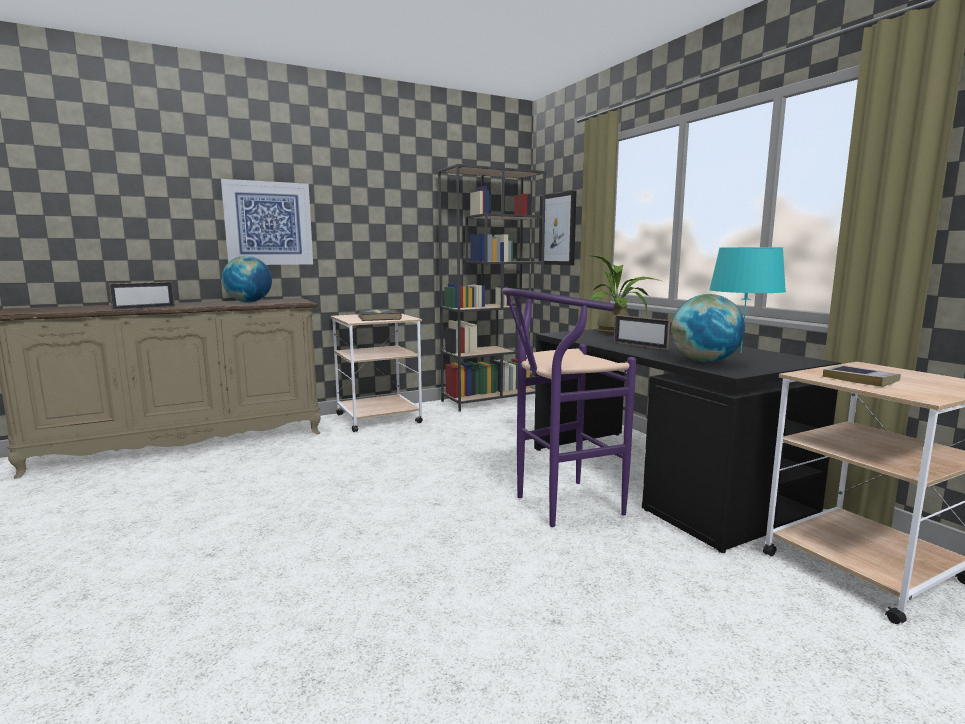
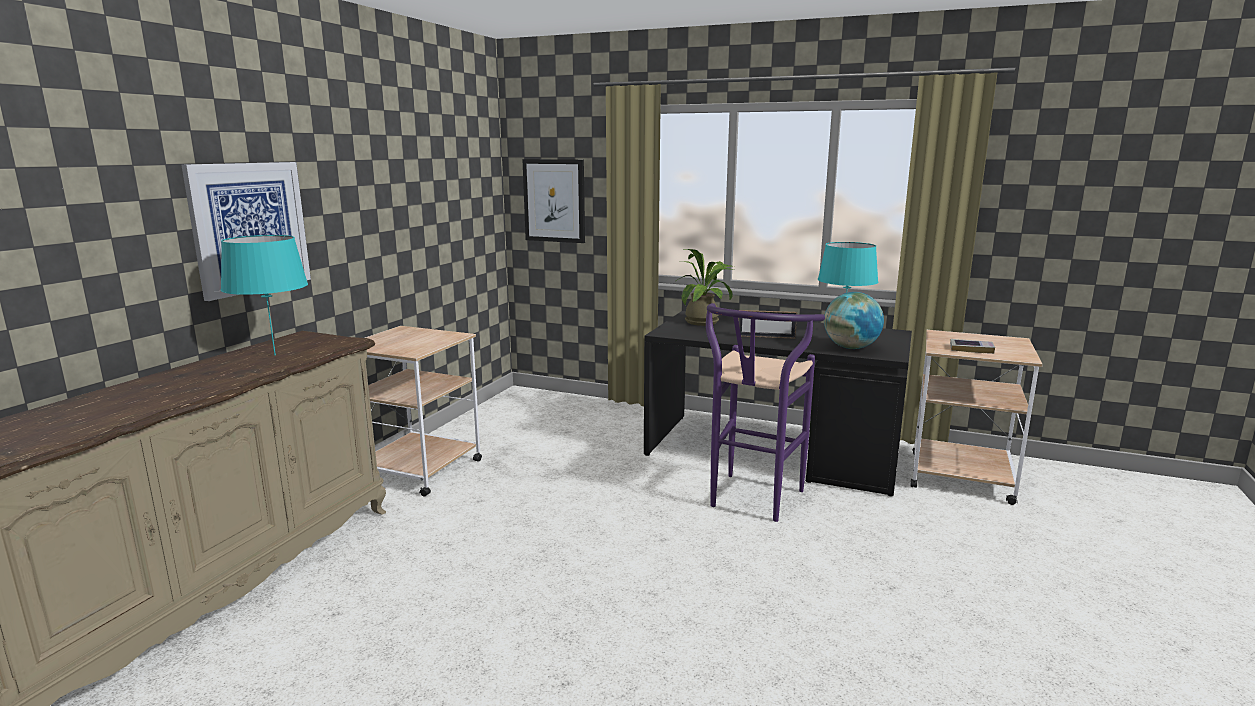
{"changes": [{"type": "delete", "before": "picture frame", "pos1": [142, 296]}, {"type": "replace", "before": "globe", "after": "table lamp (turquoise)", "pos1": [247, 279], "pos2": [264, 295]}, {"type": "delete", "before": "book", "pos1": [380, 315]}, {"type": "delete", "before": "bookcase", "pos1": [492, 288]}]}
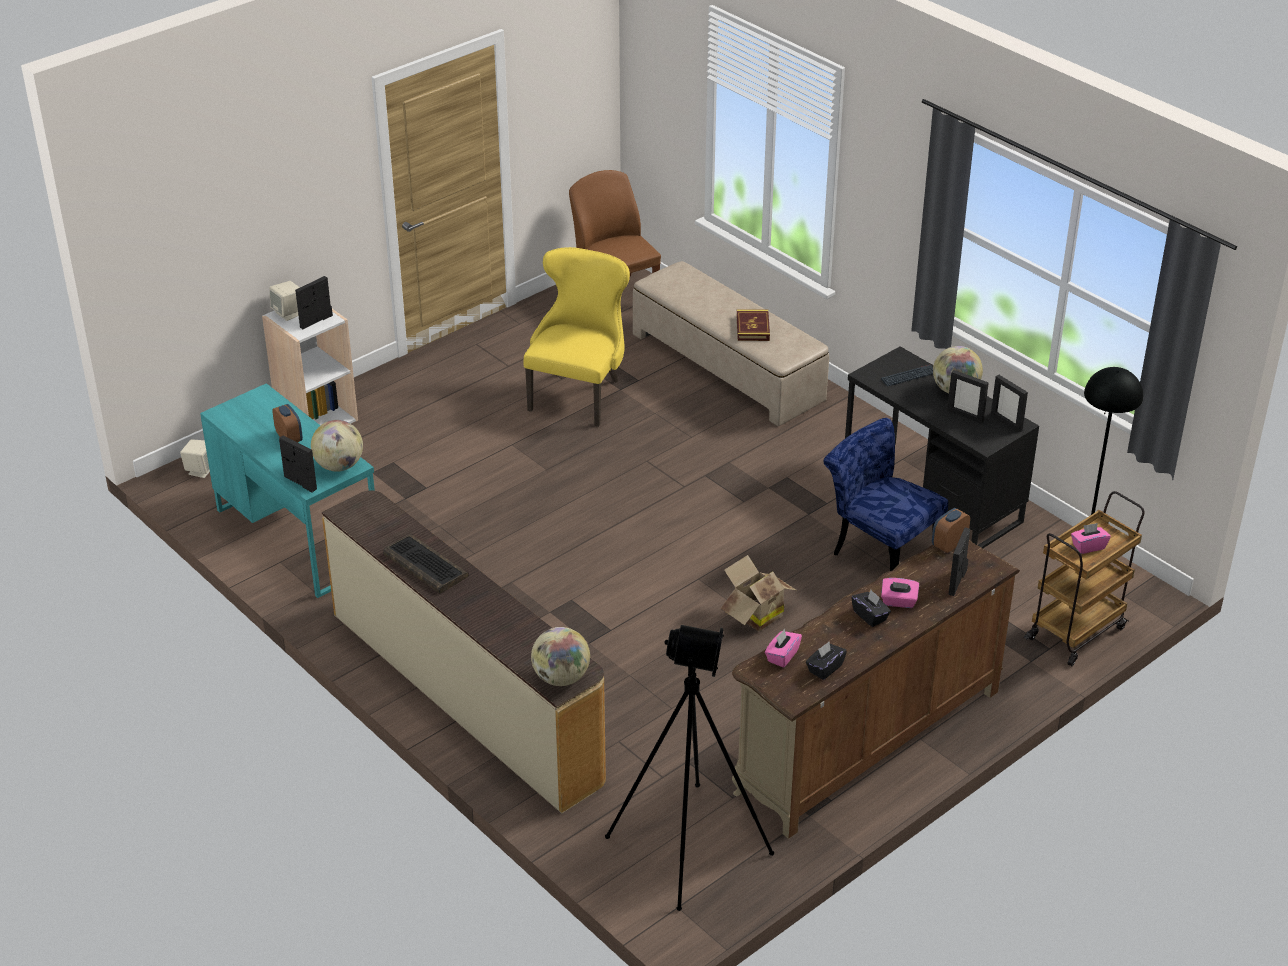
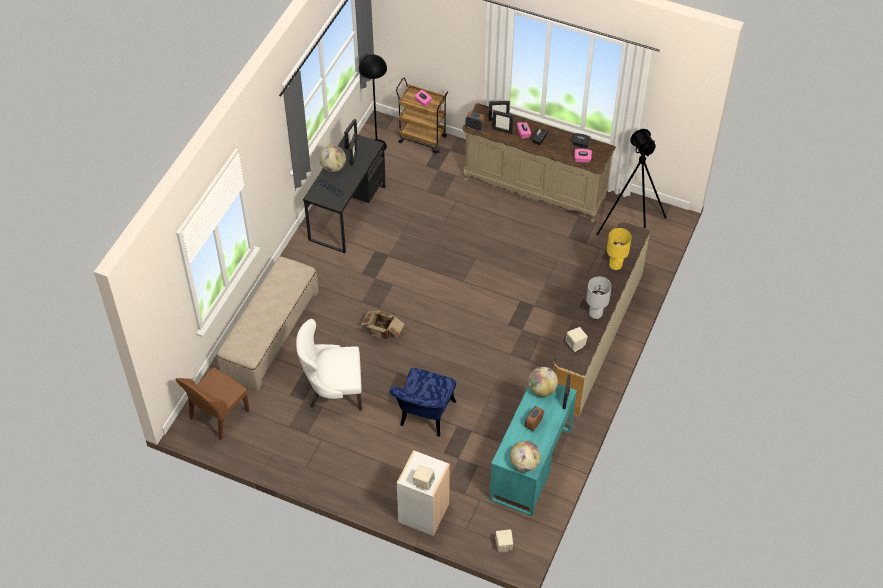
{"changes": [{"type": "move", "before": "picture frame", "pos1": [314, 302], "pos2": [502, 122]}, {"type": "replace", "before": "keyboard", "after": "table lamp (grey)", "pos1": [426, 564], "pos2": [599, 298]}, {"type": "recolor", "before": "chair (yellow)", "after": "chair (white)", "pos1": [577, 337], "pos2": [329, 365]}, {"type": "move", "before": "globe", "pos1": [560, 656], "pos2": [525, 456]}, {"type": "move", "before": "cardboard box", "pos1": [758, 593], "pos2": [382, 325]}, {"type": "delete", "before": "book", "pos1": [753, 325]}, {"type": "move", "before": "chair (blue)", "pos1": [885, 494], "pos2": [423, 402]}, {"type": "insert", "after": "speaker (beige)", "pos2": [576, 339]}, {"type": "insert", "after": "table lamp (yellow)", "pos2": [619, 249]}]}
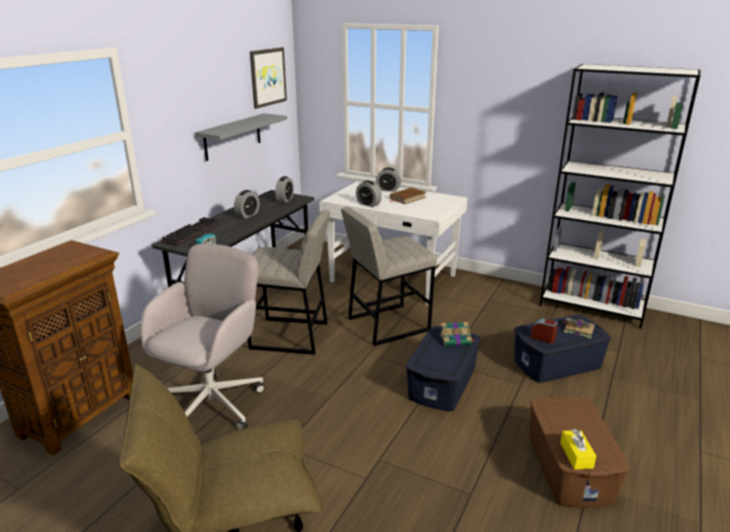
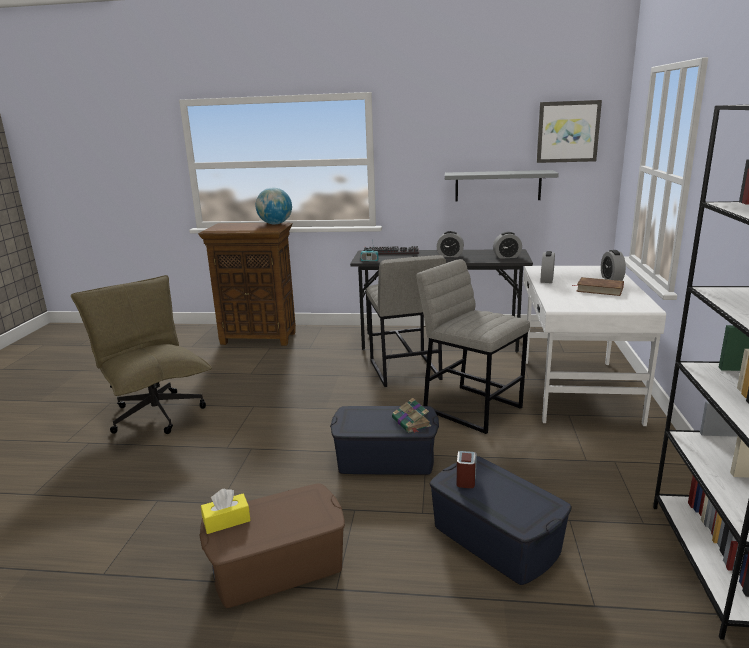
{"changes": [{"type": "delete", "before": "office chair (grey)", "pos1": [202, 337]}, {"type": "delete", "before": "book", "pos1": [578, 328]}, {"type": "insert", "after": "globe", "pos2": [273, 206]}]}
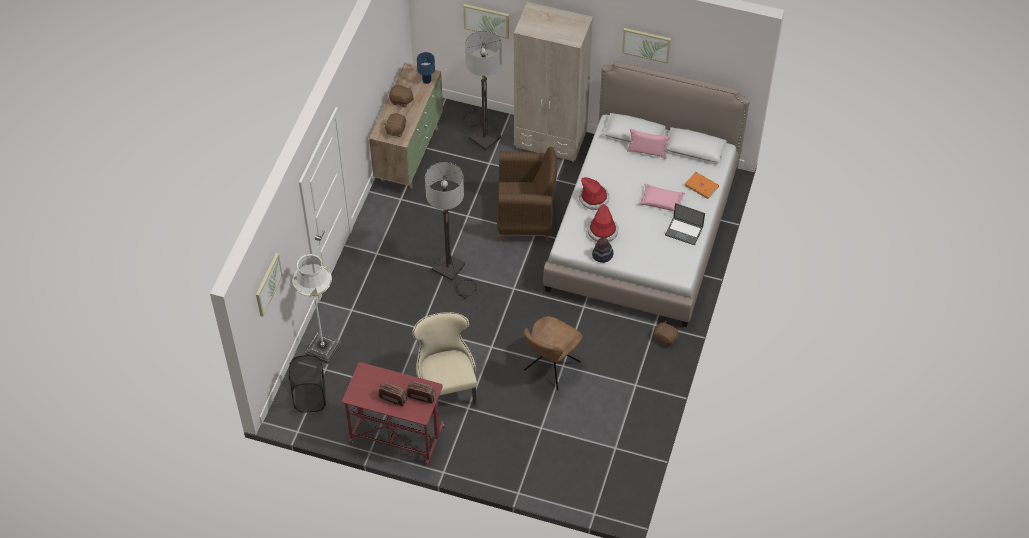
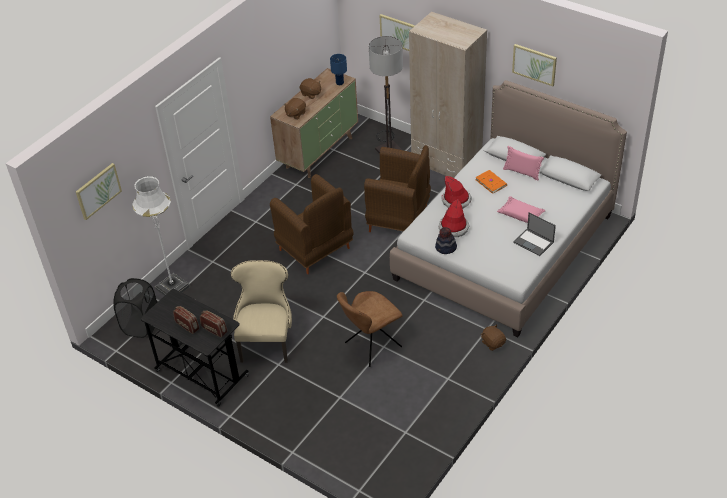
{"changes": [{"type": "recolor", "before": "desk (red)", "after": "desk (black)", "pos1": [393, 414], "pos2": [195, 348]}, {"type": "replace", "before": "floor lamp", "after": "armchair (brown)", "pos1": [451, 230], "pos2": [312, 224]}, {"type": "move", "before": "book (orange)", "pos1": [702, 185], "pos2": [491, 182]}]}
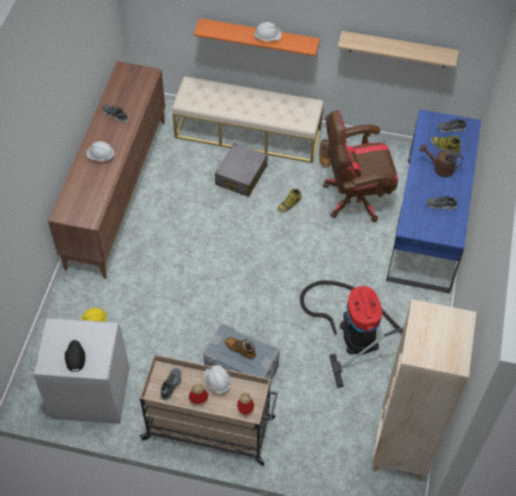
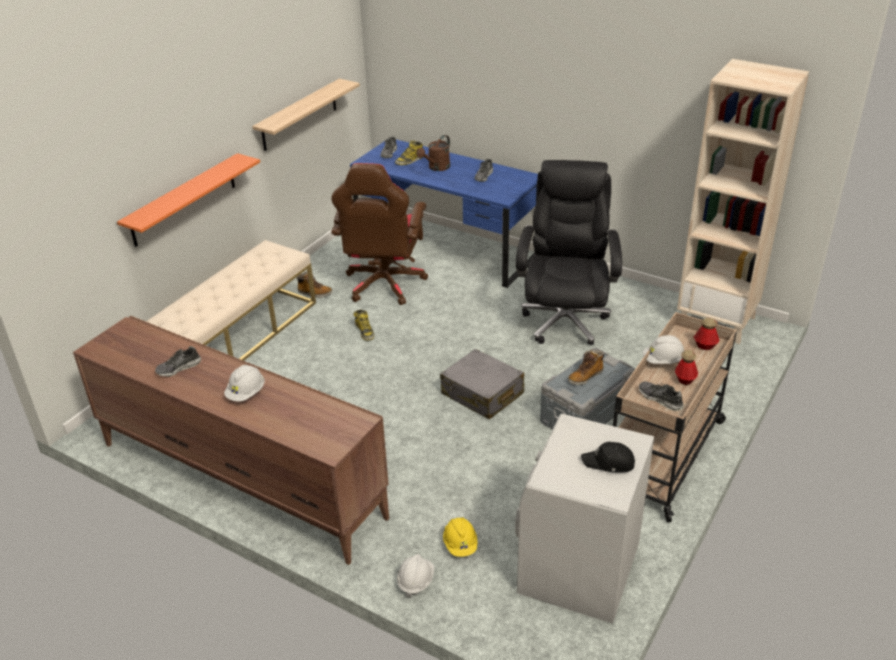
{"changes": [{"type": "move", "before": "suitcase (grey)", "pos1": [241, 170], "pos2": [482, 384]}, {"type": "move", "before": "hard hat (white)", "pos1": [268, 31], "pos2": [415, 576]}, {"type": "replace", "before": "vacuum cleaner", "after": "office chair (black)", "pos1": [352, 334], "pos2": [569, 252]}]}
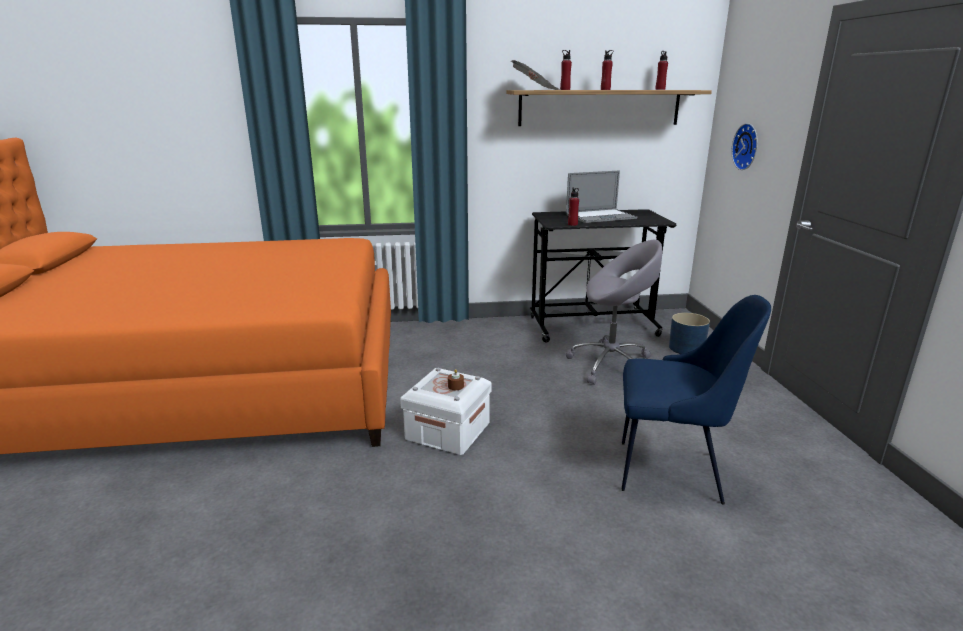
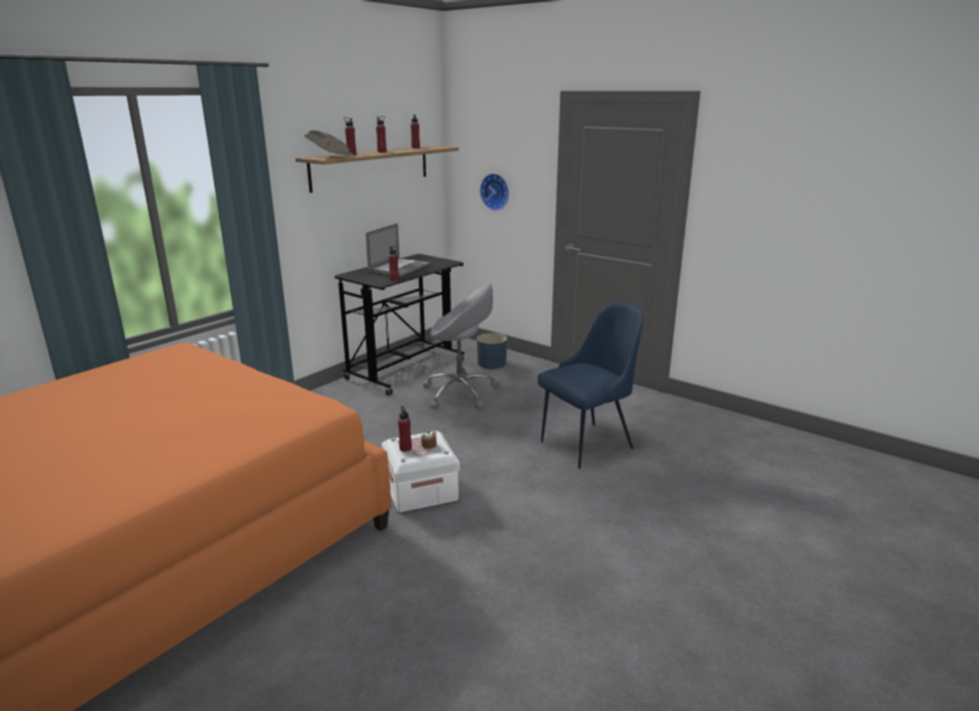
{"changes": [{"type": "rotate", "before": "office chair (grey)", "pos1": [614, 312], "pos2": [461, 346], "turn": 45}, {"type": "insert", "after": "bottle (red)", "pos2": [405, 429]}]}
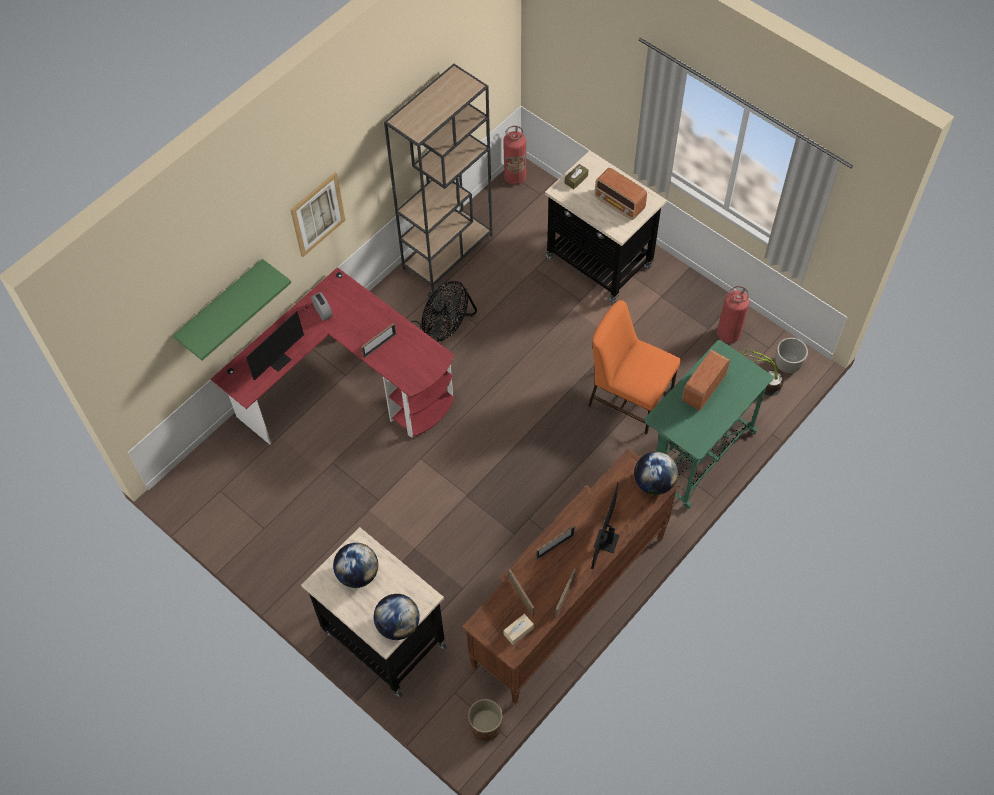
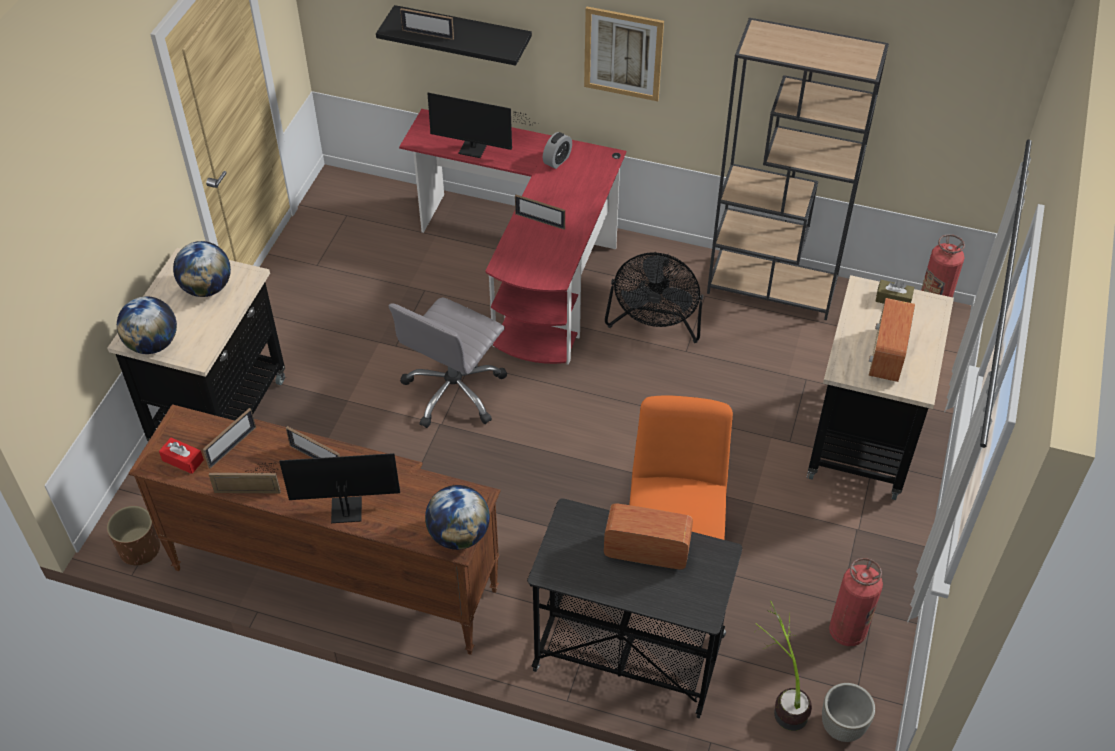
{"changes": [{"type": "recolor", "before": "shelf (green)", "after": "shelf (black)", "pos1": [232, 310], "pos2": [454, 35]}, {"type": "recolor", "before": "tissue box (beige)", "after": "tissue box (red)", "pos1": [519, 629], "pos2": [181, 456]}, {"type": "recolor", "before": "desk (green)", "after": "desk (black)", "pos1": [708, 424], "pos2": [634, 608]}, {"type": "insert", "after": "office chair (grey)", "pos2": [448, 363]}, {"type": "insert", "after": "picture frame", "pos2": [427, 24]}]}
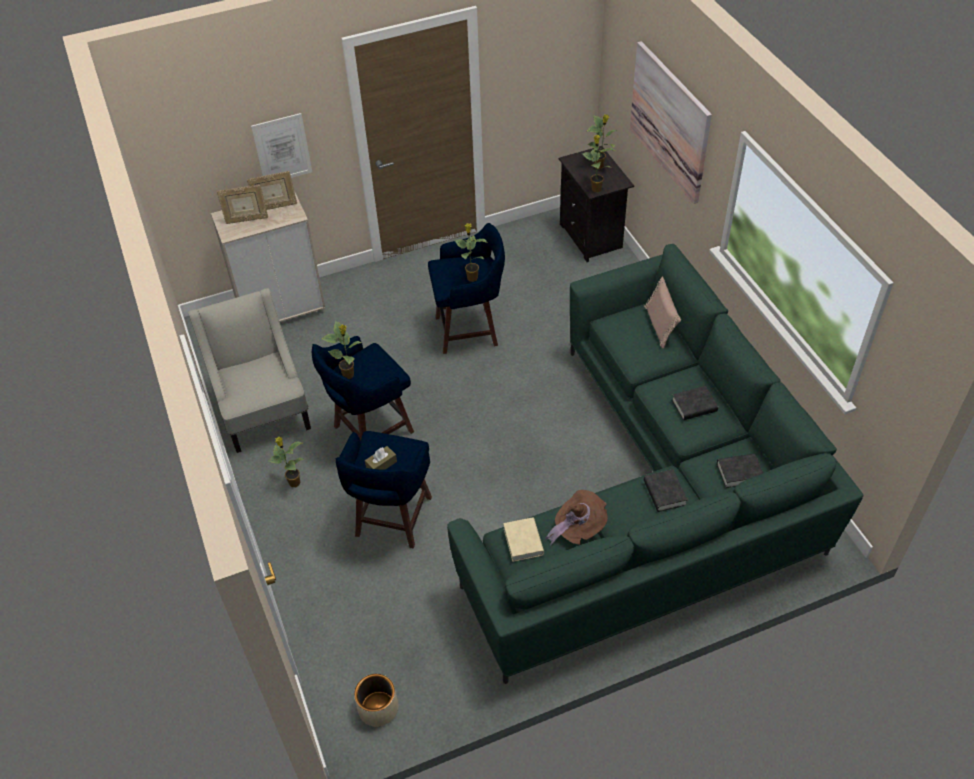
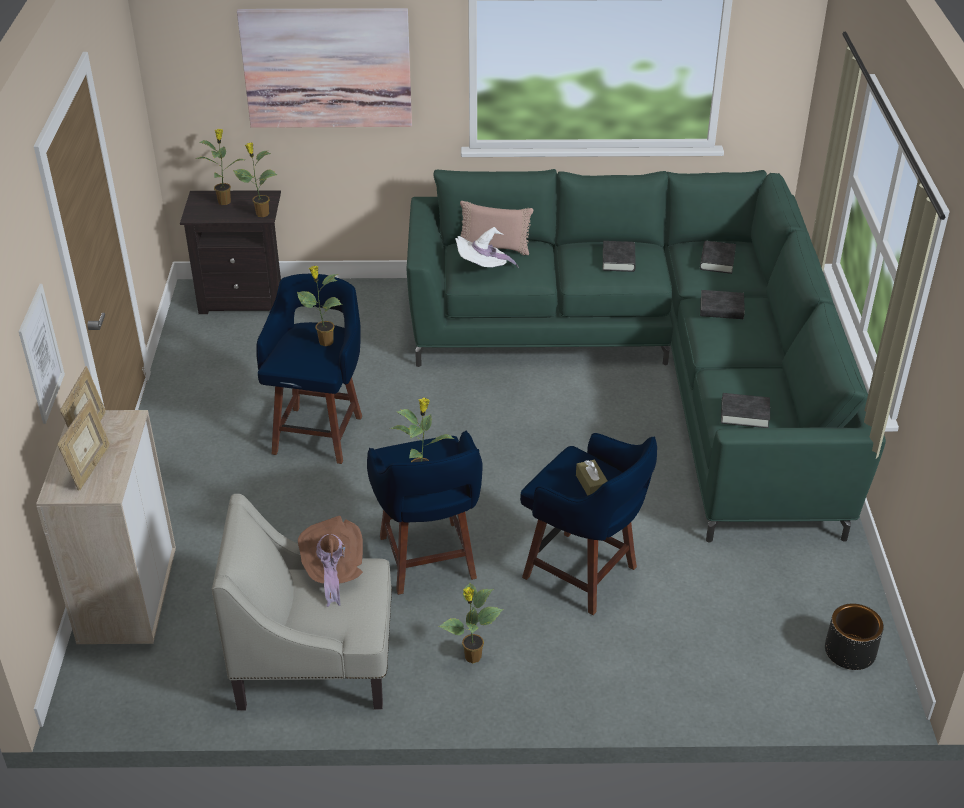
{"changes": [{"type": "recolor", "before": "planter (beige)", "after": "planter (black)", "pos1": [376, 700], "pos2": [854, 636]}, {"type": "recolor", "before": "book (beige)", "after": "book (black)", "pos1": [523, 540], "pos2": [745, 410]}, {"type": "move", "before": "hat (brown)", "pos1": [577, 517], "pos2": [330, 561]}, {"type": "insert", "after": "hat (white)", "pos2": [487, 247]}]}
